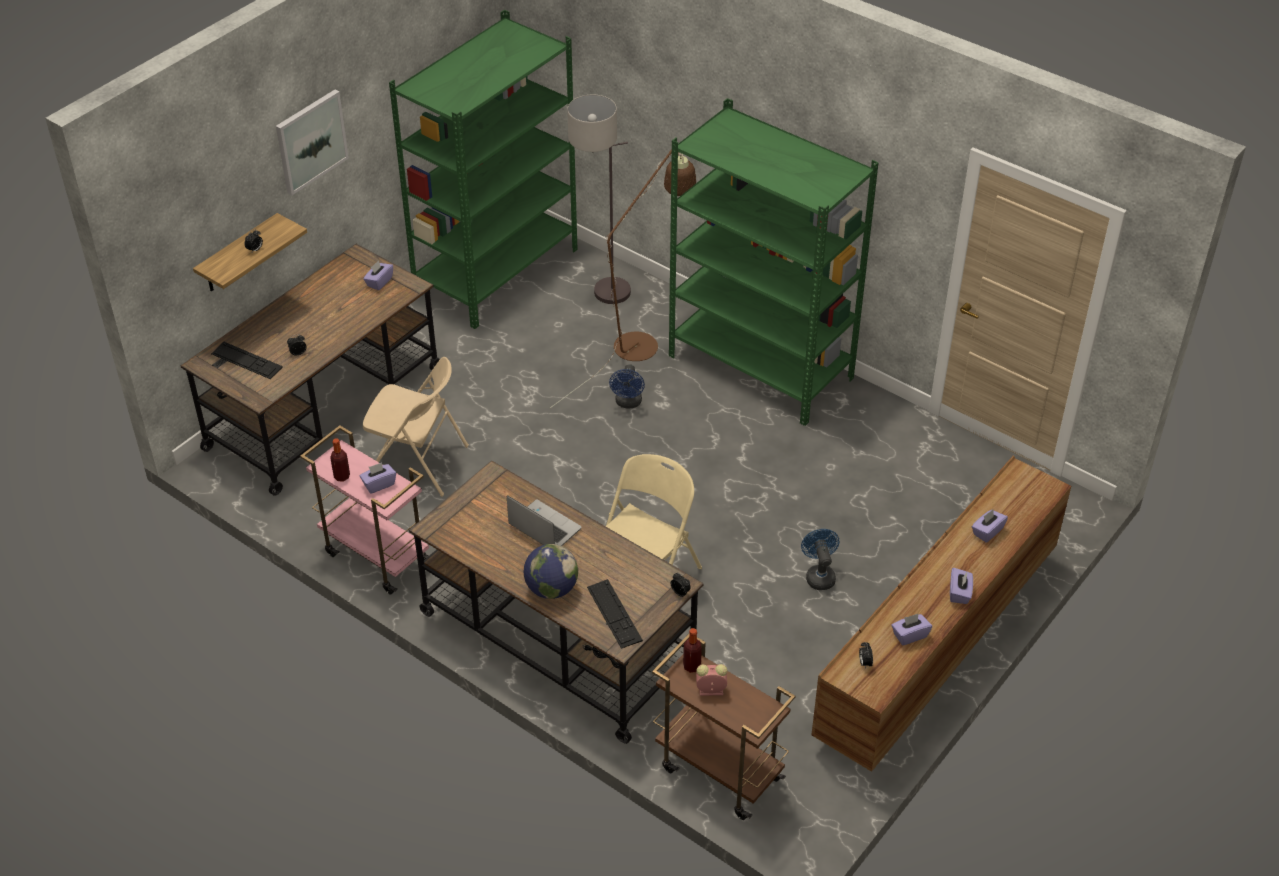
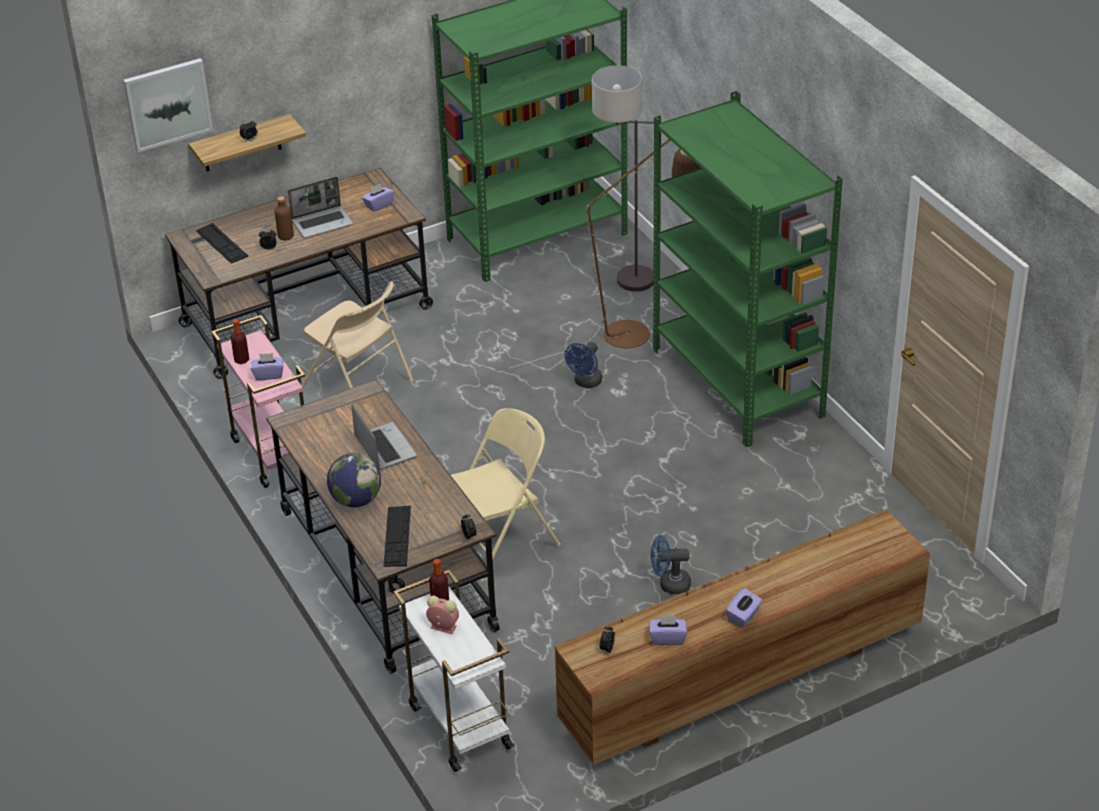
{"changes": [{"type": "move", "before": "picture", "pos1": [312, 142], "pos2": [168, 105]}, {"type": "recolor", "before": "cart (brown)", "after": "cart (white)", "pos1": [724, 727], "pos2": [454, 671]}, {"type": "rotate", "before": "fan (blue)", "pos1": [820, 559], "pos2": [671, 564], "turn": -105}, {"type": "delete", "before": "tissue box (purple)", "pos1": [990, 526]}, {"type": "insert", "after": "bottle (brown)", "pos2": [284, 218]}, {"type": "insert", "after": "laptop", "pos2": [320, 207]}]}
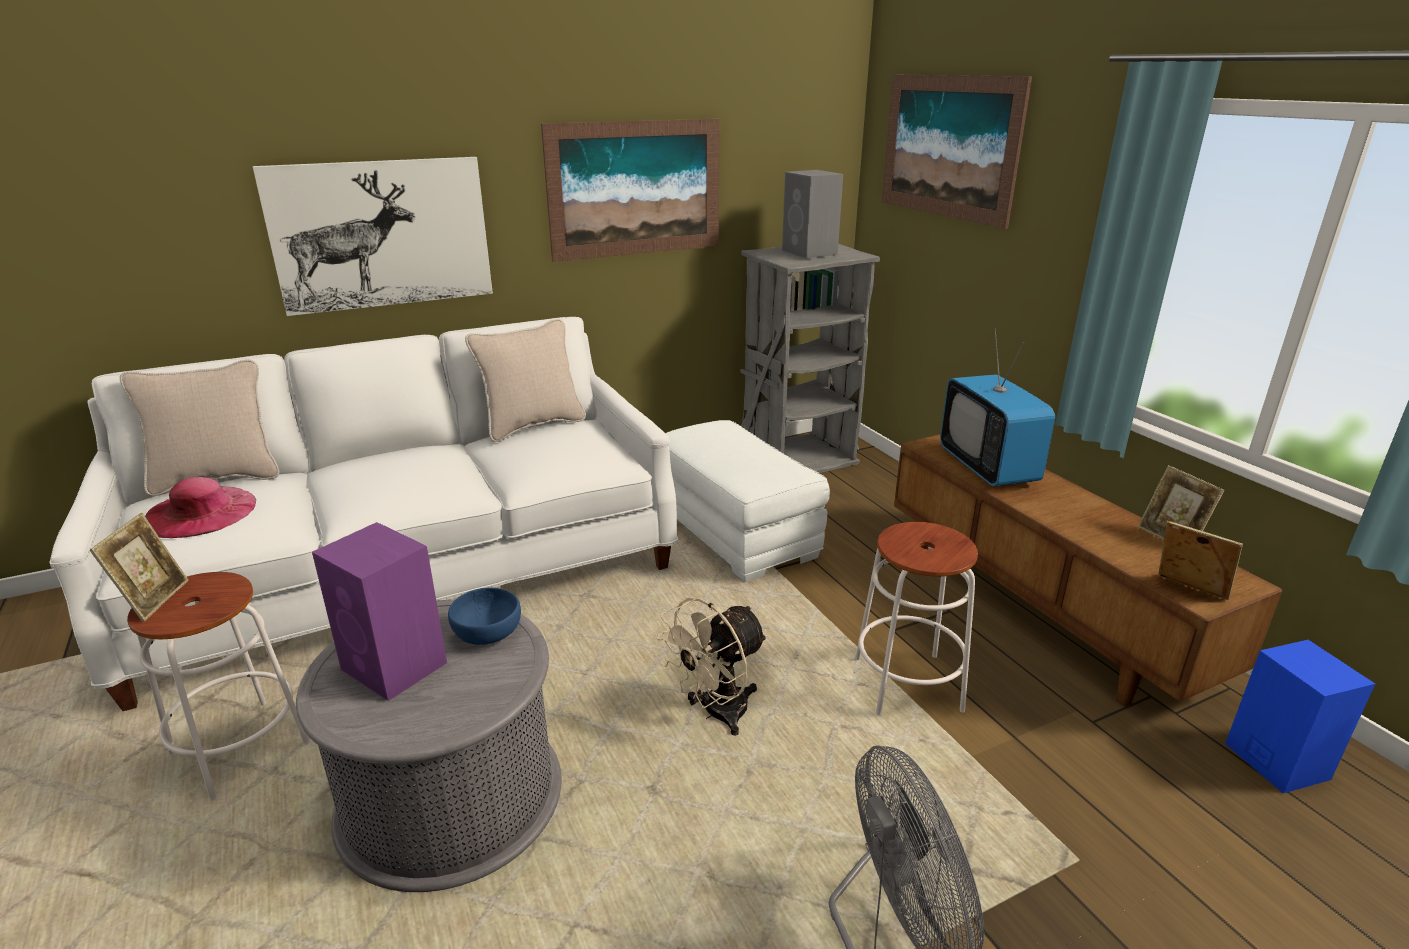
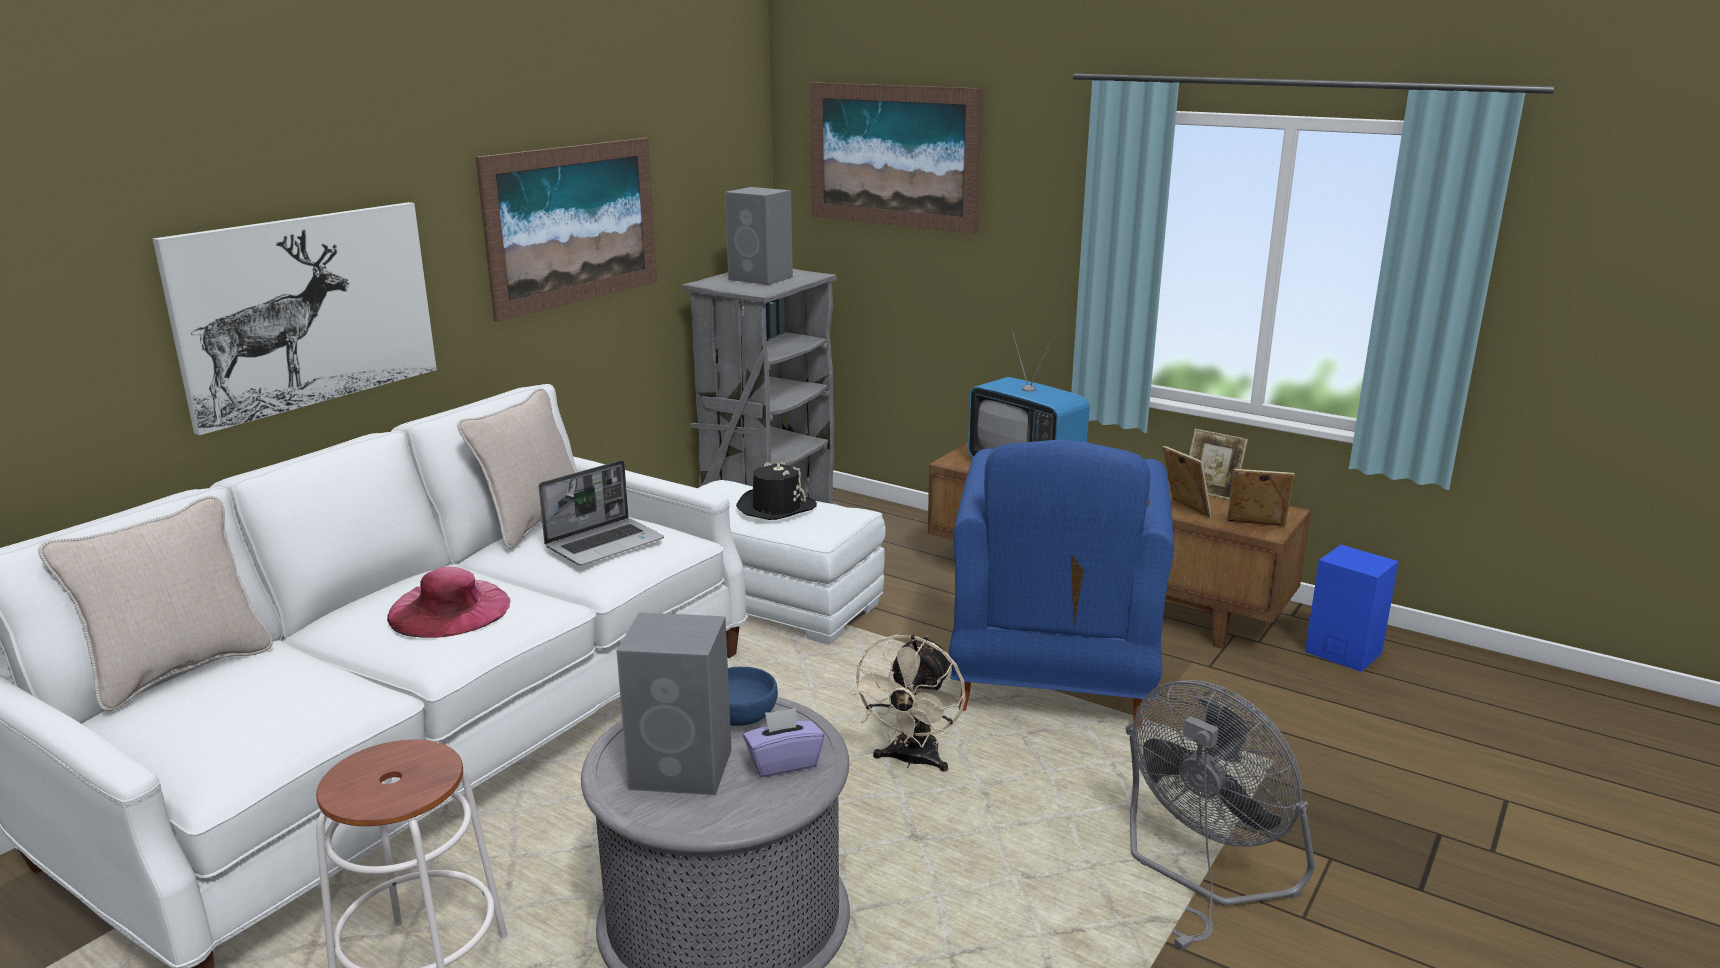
{"changes": [{"type": "move", "before": "picture frame", "pos1": [139, 567], "pos2": [1187, 481]}, {"type": "move", "before": "hat (pink)", "pos1": [200, 507], "pos2": [448, 602]}, {"type": "recolor", "before": "speaker (purple)", "after": "speaker (grey)", "pos1": [379, 611], "pos2": [674, 703]}, {"type": "replace", "before": "stool (white)", "after": "armchair (blue)", "pos1": [916, 619], "pos2": [1061, 584]}, {"type": "insert", "after": "laptop", "pos2": [601, 512]}, {"type": "insert", "after": "hat (black)", "pos2": [776, 491]}, {"type": "insert", "after": "tissue box (purple)", "pos2": [783, 742]}]}
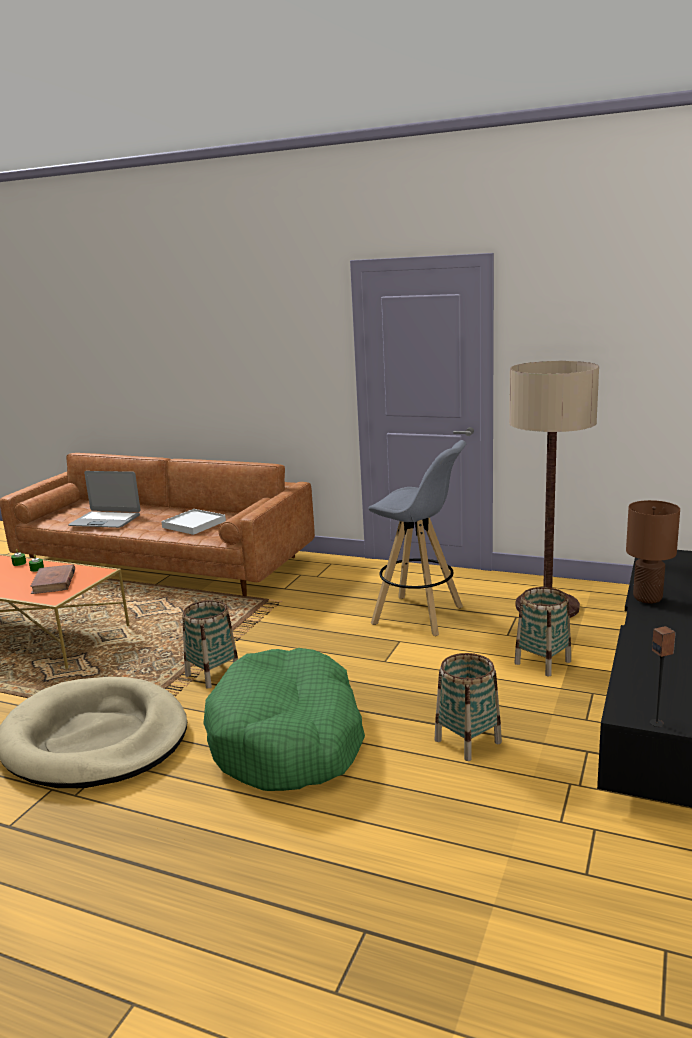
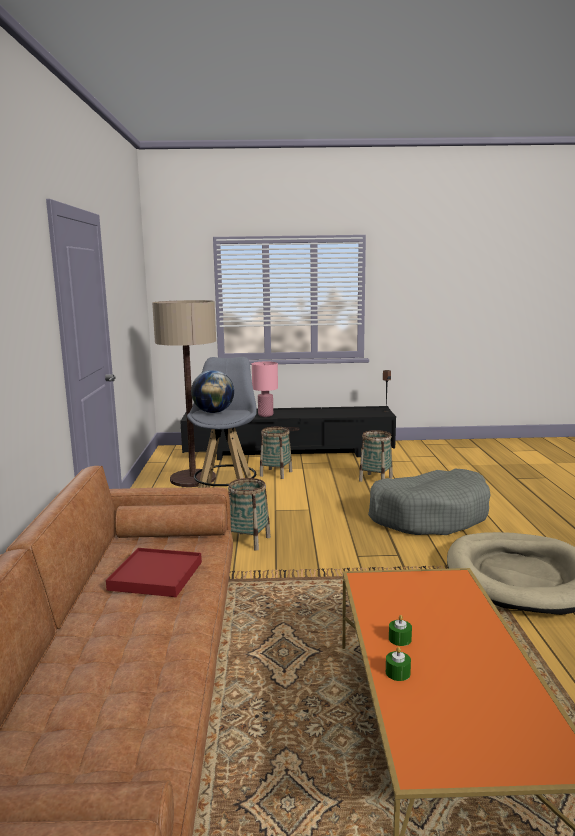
{"changes": [{"type": "delete", "before": "book (brown)", "pos1": [52, 579]}, {"type": "delete", "before": "laptop", "pos1": [104, 499]}, {"type": "recolor", "before": "tray (white)", "after": "tray (red)", "pos1": [193, 522], "pos2": [154, 572]}, {"type": "move", "before": "basket", "pos1": [210, 644], "pos2": [249, 514]}, {"type": "recolor", "before": "dog bed (green)", "after": "dog bed (grey)", "pos1": [284, 719], "pos2": [429, 501]}, {"type": "recolor", "before": "table lamp (brown)", "after": "table lamp (pink)", "pos1": [653, 552], "pos2": [265, 389]}, {"type": "insert", "after": "globe", "pos2": [212, 391]}]}
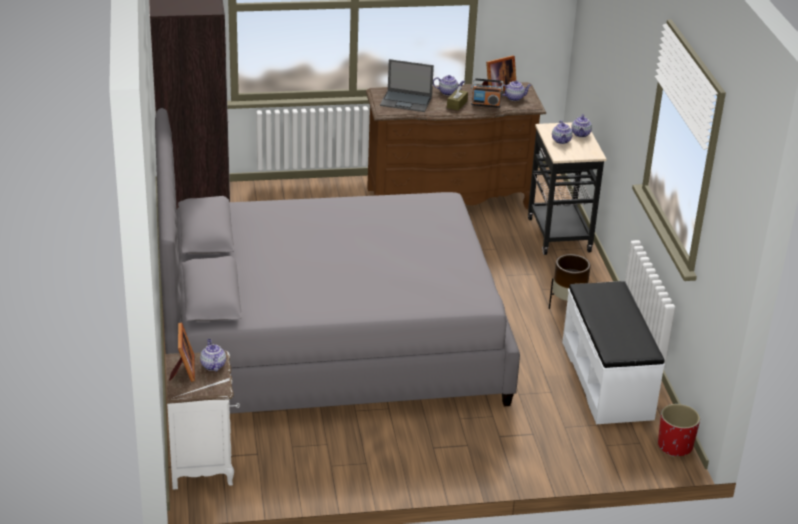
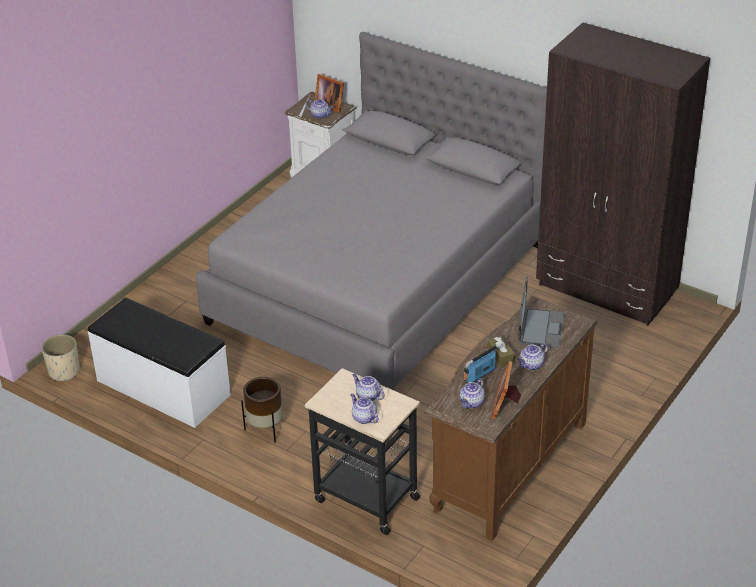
{"changes": [{"type": "rotate", "before": "laptop", "pos1": [407, 85], "pos2": [541, 312], "turn": 135}, {"type": "recolor", "before": "planter (red)", "after": "planter (beige)", "pos1": [679, 430], "pos2": [60, 357]}]}
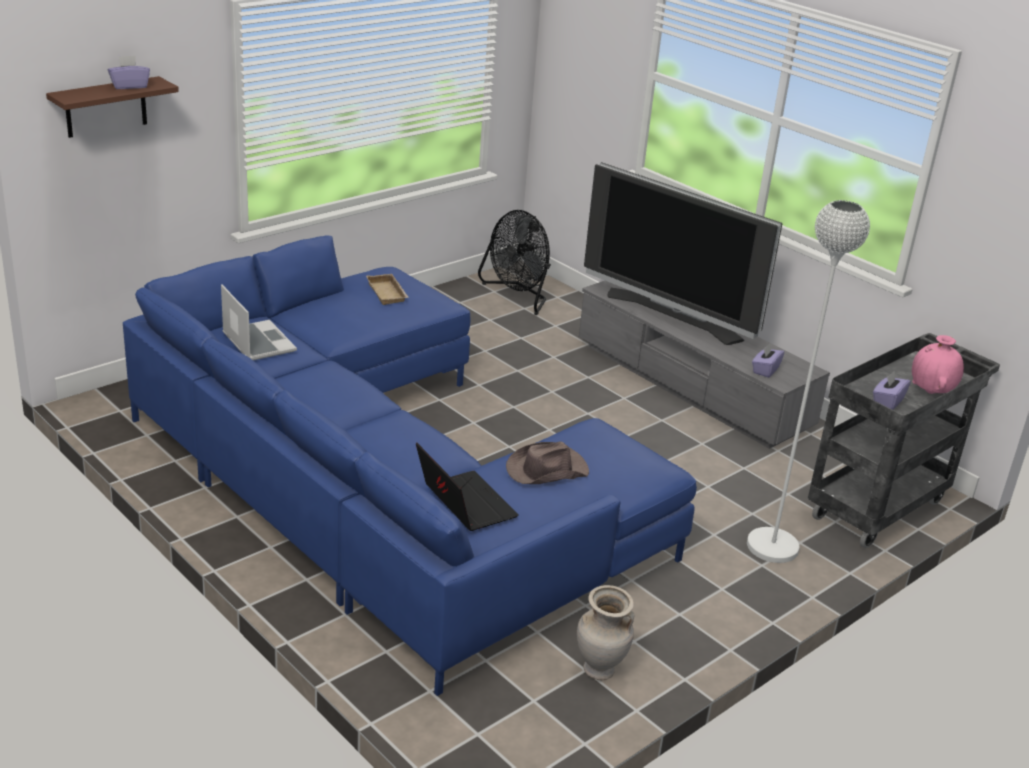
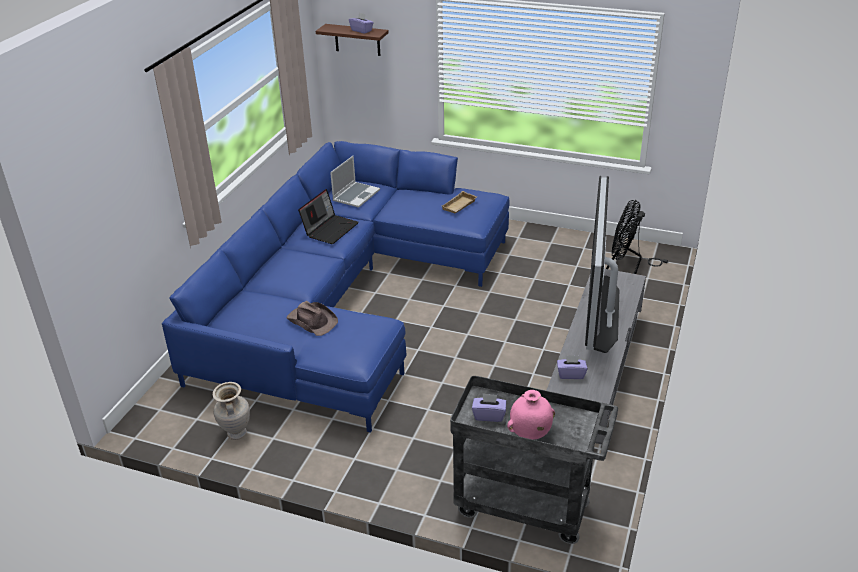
{"changes": [{"type": "move", "before": "laptop", "pos1": [467, 487], "pos2": [328, 216]}, {"type": "delete", "before": "floor lamp (white)", "pos1": [808, 381]}]}
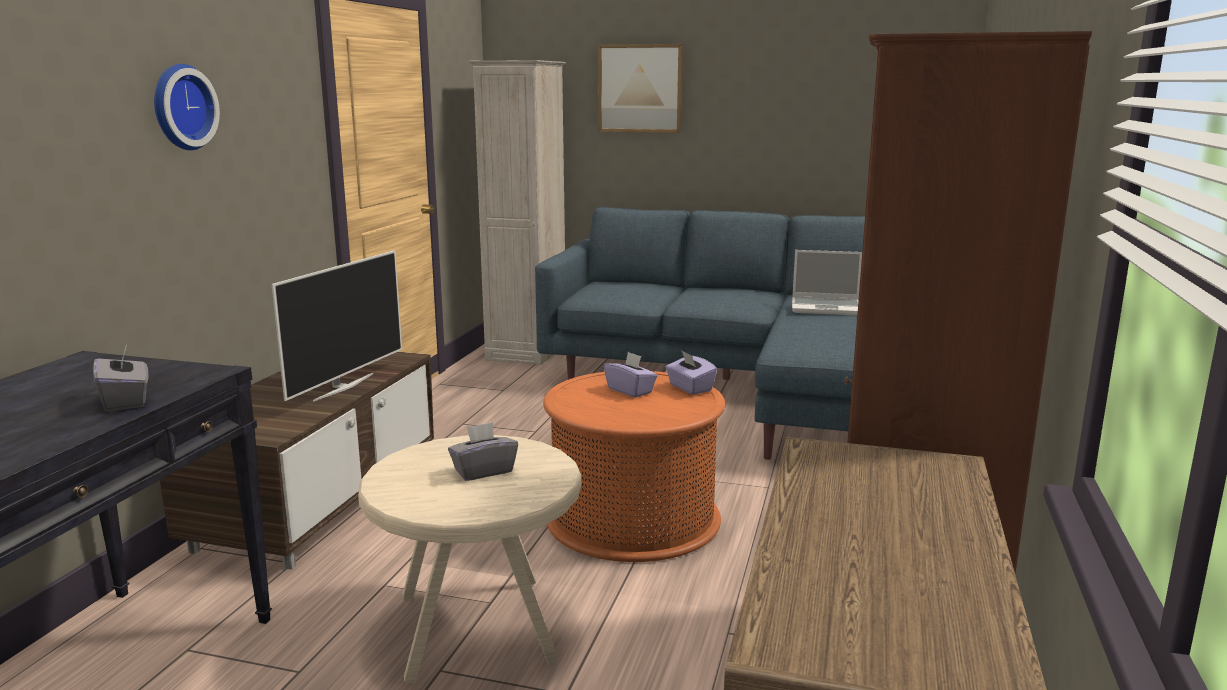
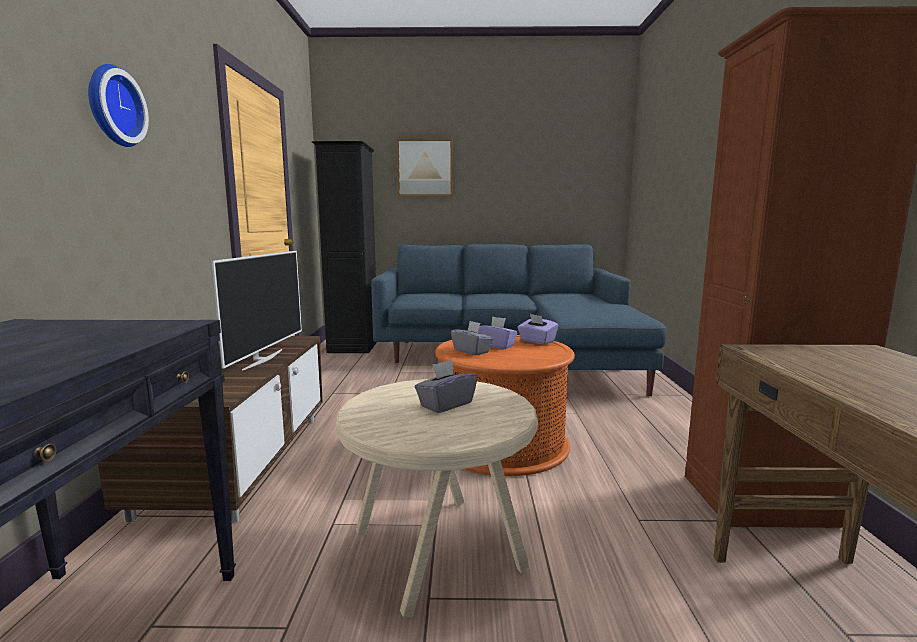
{"changes": [{"type": "move", "before": "tissue box (grey)", "pos1": [120, 378], "pos2": [472, 338]}, {"type": "recolor", "before": "cabinet (beige)", "after": "cabinet (black)", "pos1": [517, 212], "pos2": [344, 247]}, {"type": "delete", "before": "laptop", "pos1": [827, 283]}]}
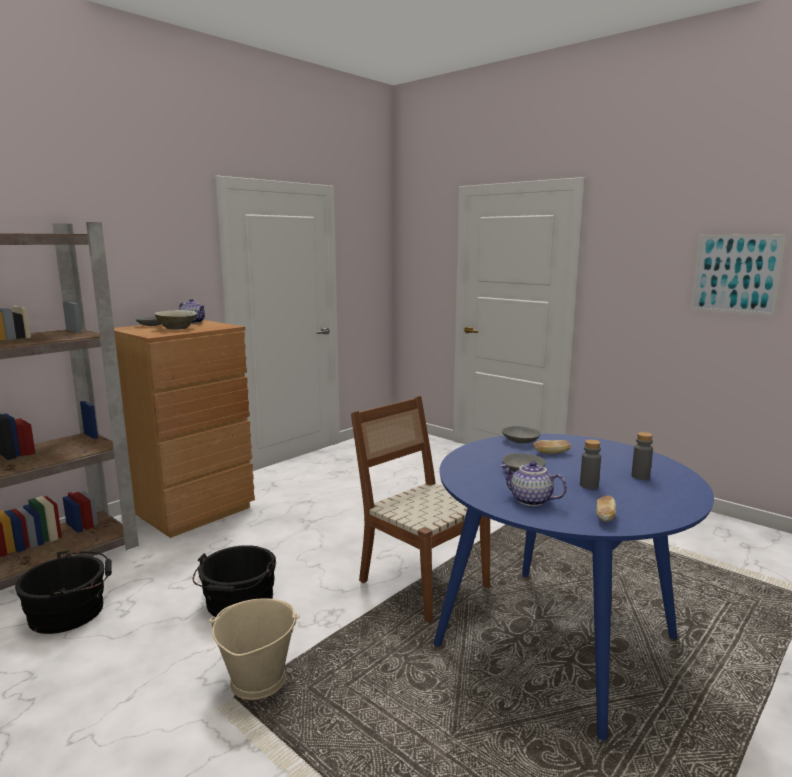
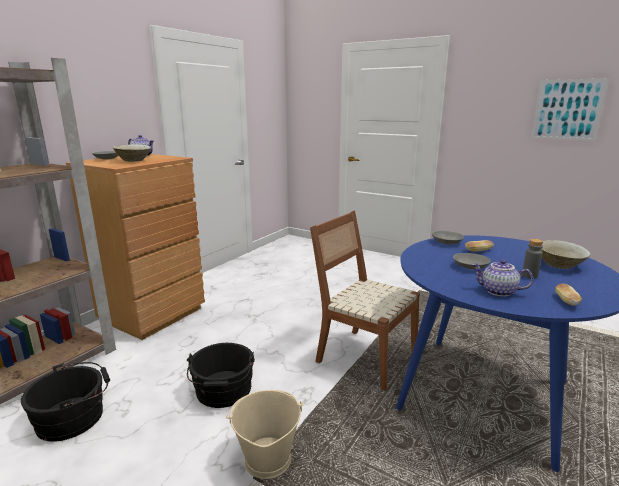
{"changes": [{"type": "replace", "before": "bottle (grey)", "after": "bowl (beige)", "pos1": [642, 456], "pos2": [565, 254]}]}
